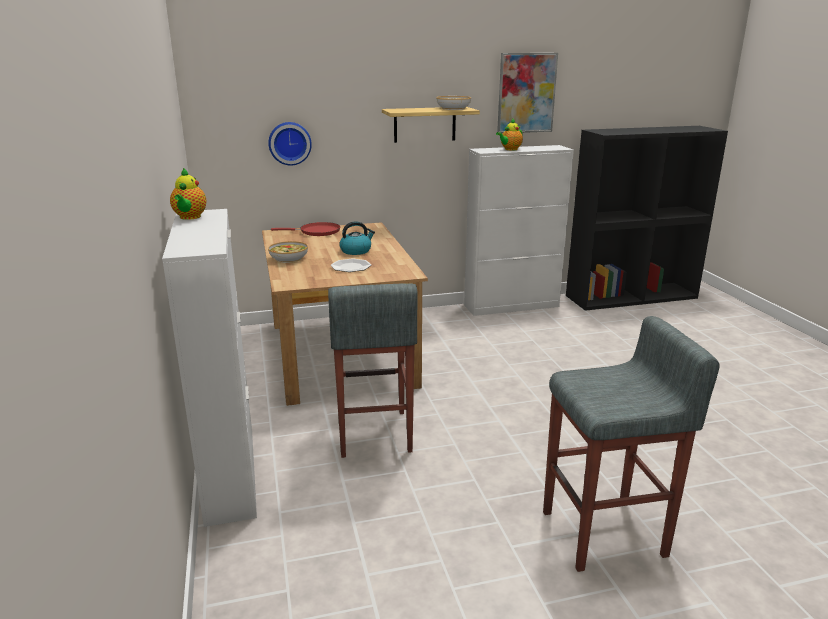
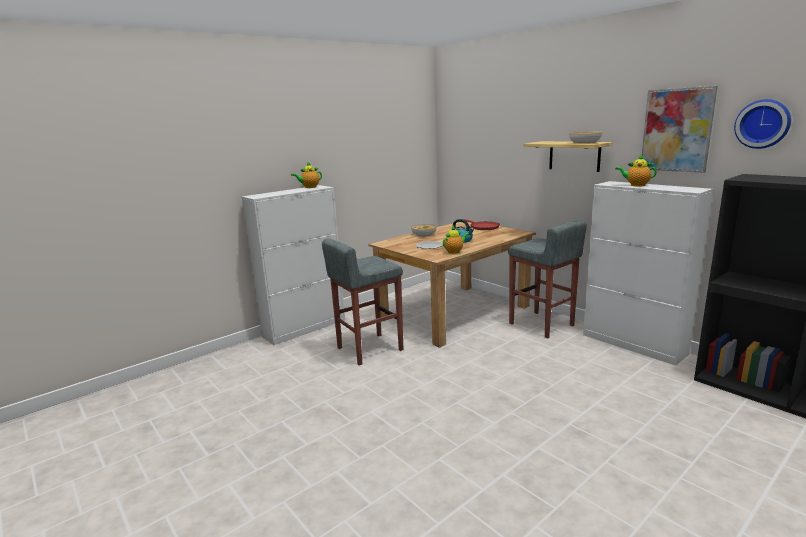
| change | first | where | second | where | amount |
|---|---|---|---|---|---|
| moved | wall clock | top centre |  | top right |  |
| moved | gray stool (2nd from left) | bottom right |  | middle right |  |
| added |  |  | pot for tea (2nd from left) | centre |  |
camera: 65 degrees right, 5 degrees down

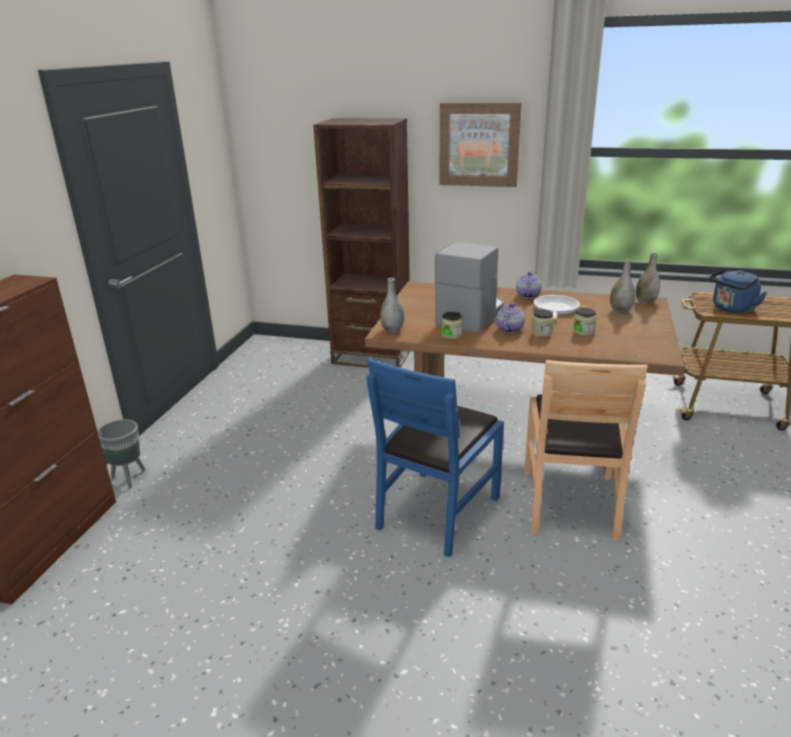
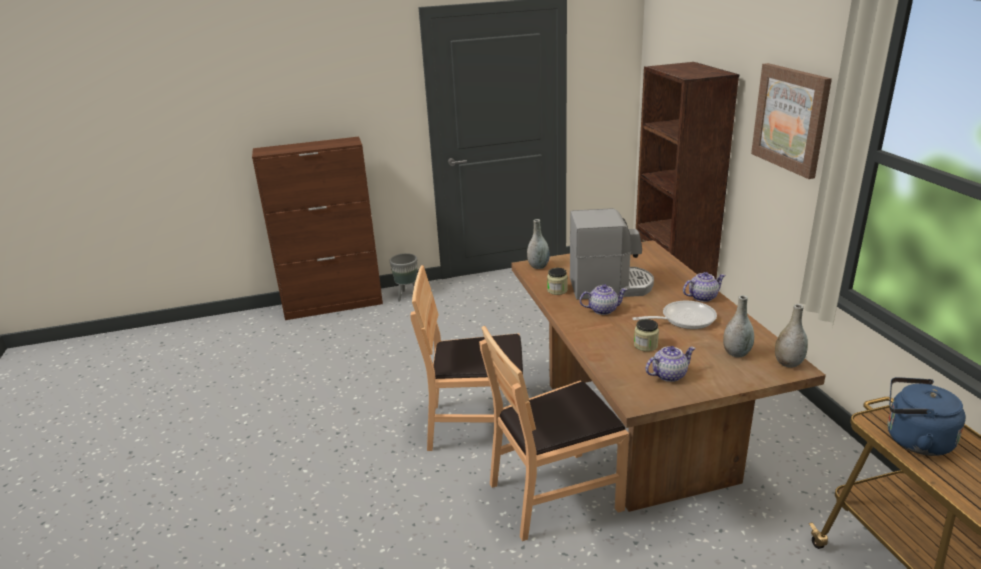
| change | first | where | second | where | amount |
|---|---|---|---|---|---|
| removed | storage jar (2nd from left) | middle right |  |  |  |
| recoloured | blue-coloured upright chair | centre | brown-coloured upright chair (1st from left) | centre |  |
| added |  |  | pot for tea (2nd from left) | middle right |  |
camera: 60 degrees right, 0 degrees up

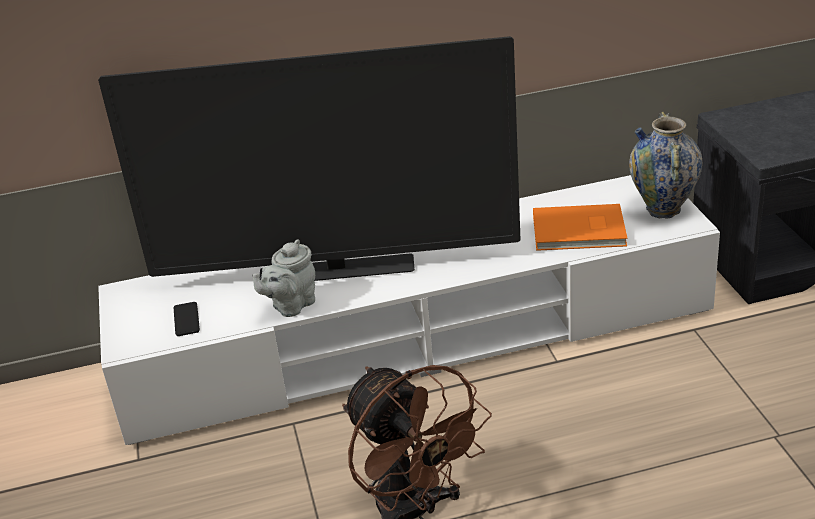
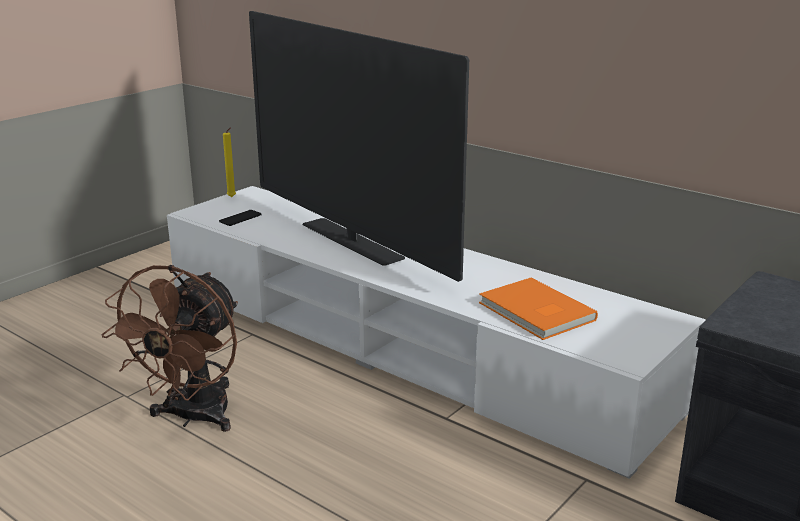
| change | first | where | second | where | amount |
|---|---|---|---|---|---|
| removed | flower vase | top right |  |  |  |
| removed | gray pot for tea | centre |  |  |  |
| added |  |  | yellowish wax light | top left |  |
camera: 50 degrees right, 10 degrees down

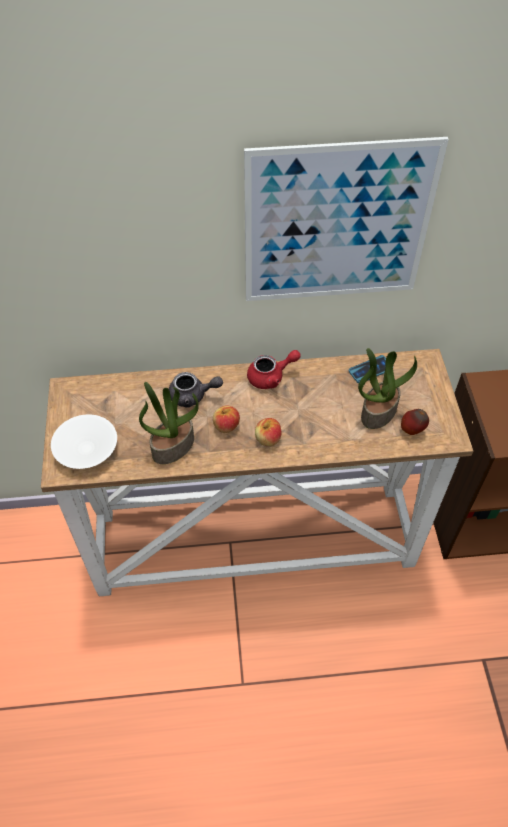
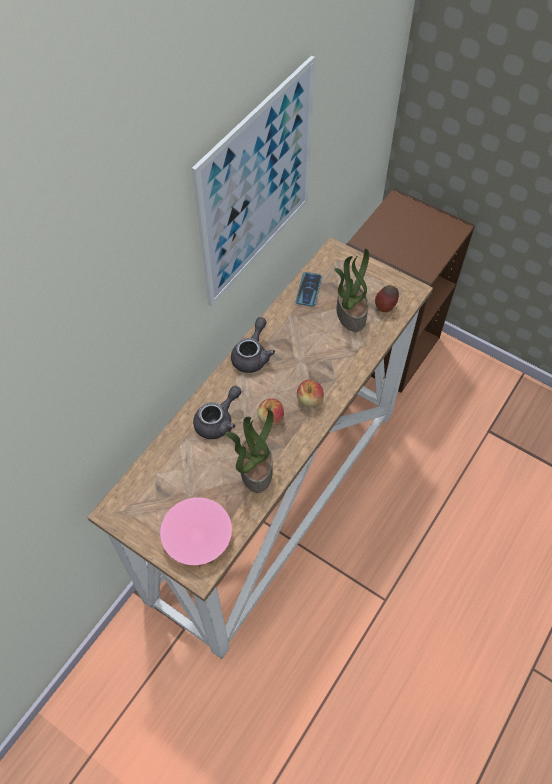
| change | first | where | second | where | amount |
|---|---|---|---|---|---|
| recoloured | reddish pot for tea | centre | gray pot for tea (2nd from left) | centre |  |
| recoloured | white serving bowl | middle left | pink-coloured serving bowl | bottom centre |  |
camera: 50 degrees left, 5 degrees up

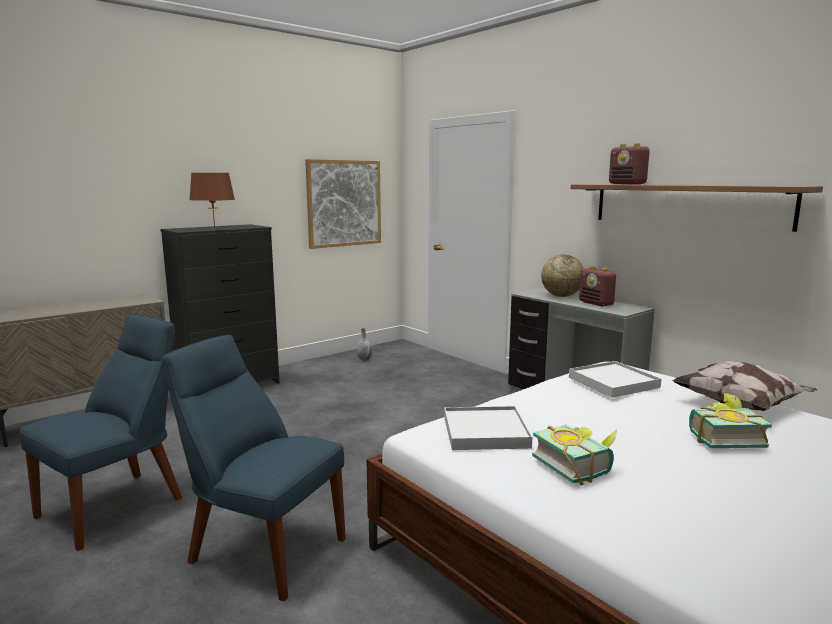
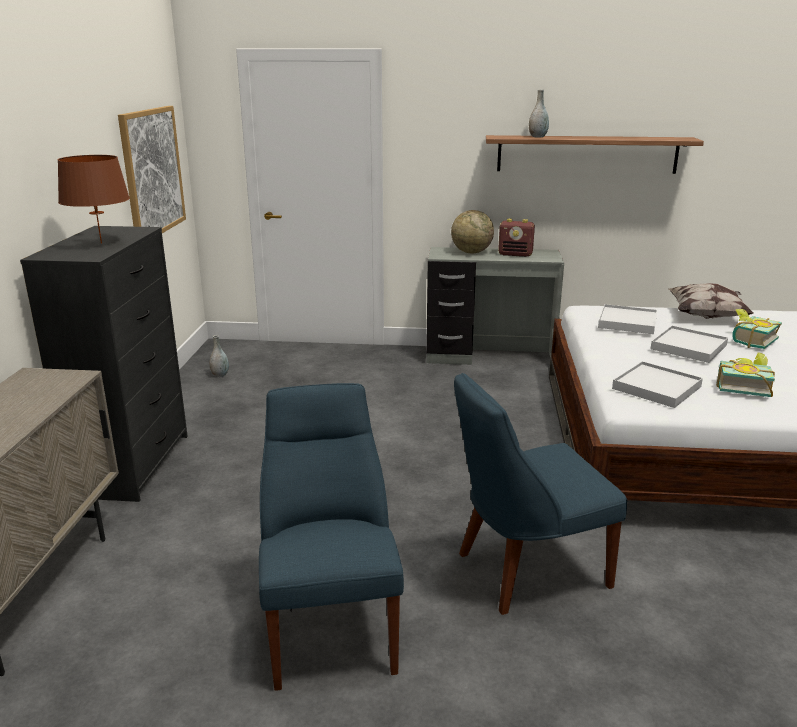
| change | first | where | second | where | amount |
|---|---|---|---|---|---|
| replaced | radio receiver (2nd from left) | top right | gray flower vase (2nd from left) | top right |  |
| added |  |  | white serving tray (3rd from left) | middle right |  |
camera: 45 degrees left, 10 degrees up

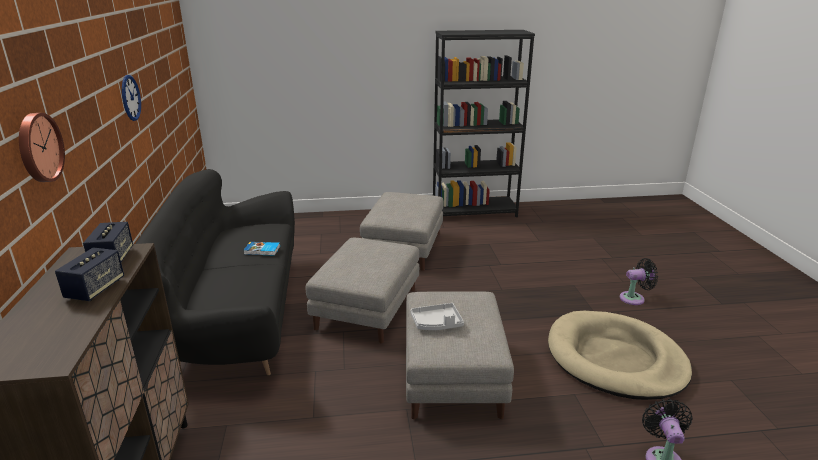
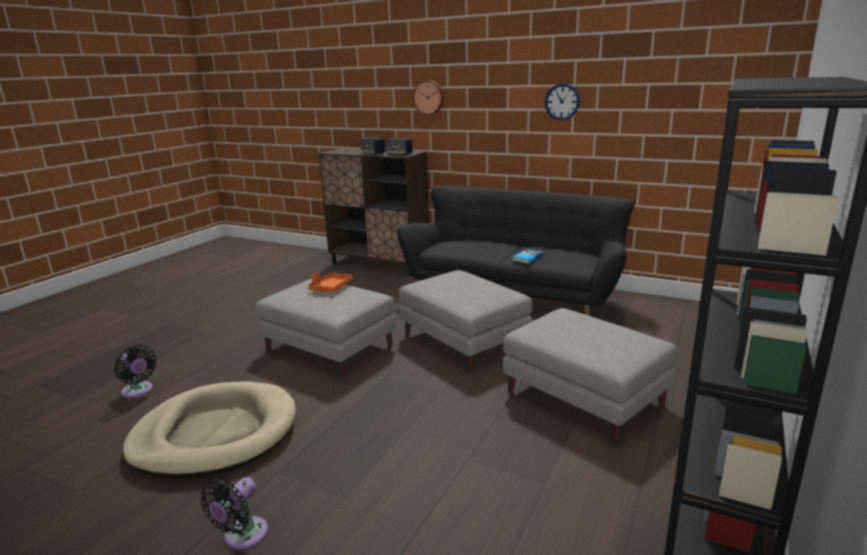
| change | first | where | second | where | amount |
|---|---|---|---|---|---|
| recoloured | gray serving tray | bottom centre | orangey serving tray | centre |  |
camera: 125 degrees right, 5 degrees down

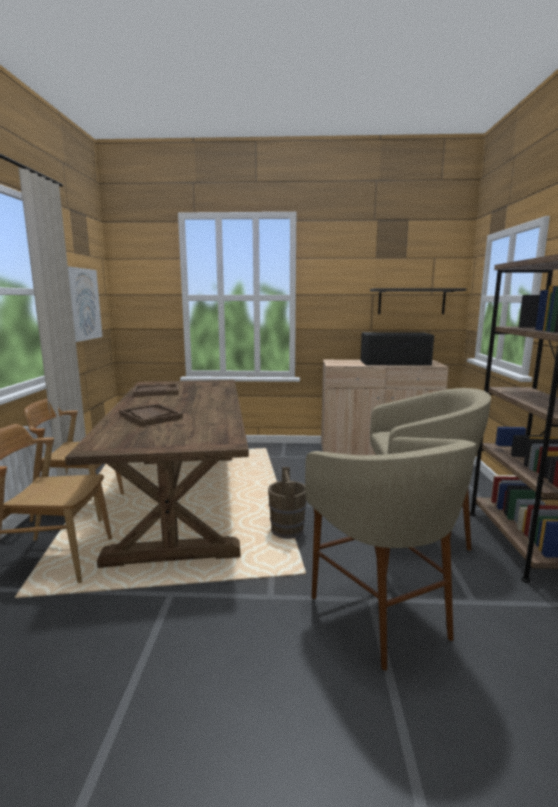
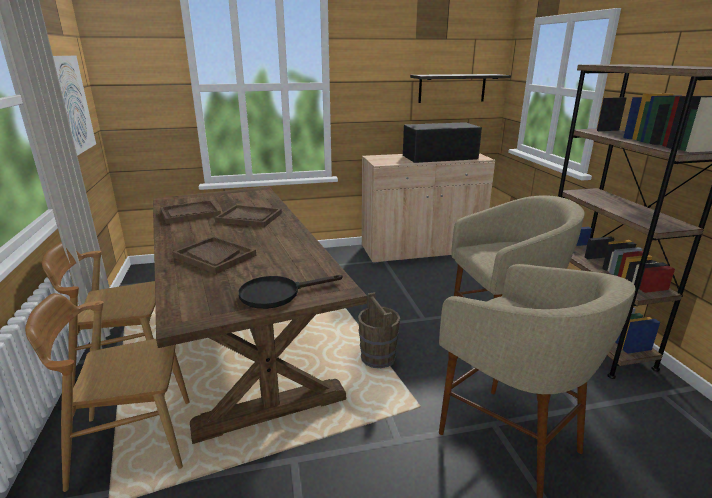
| change | first | where | second | where | amount |
|---|---|---|---|---|---|
| added |  |  | brown-coloured serving tray (3rd from left) | centre |  |
| added |  |  | black skillet | centre |  |
camera: 15 degrees left, 10 degrees up

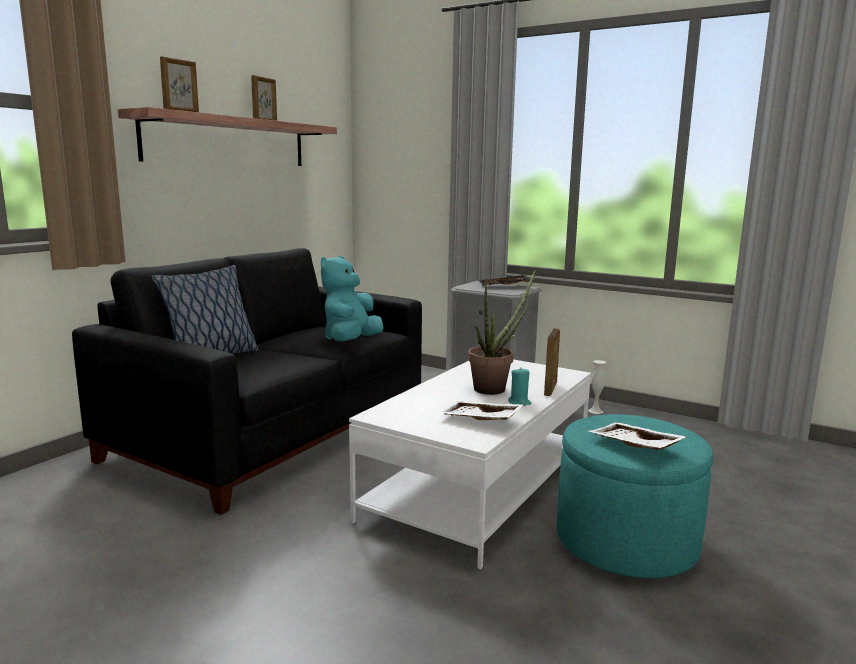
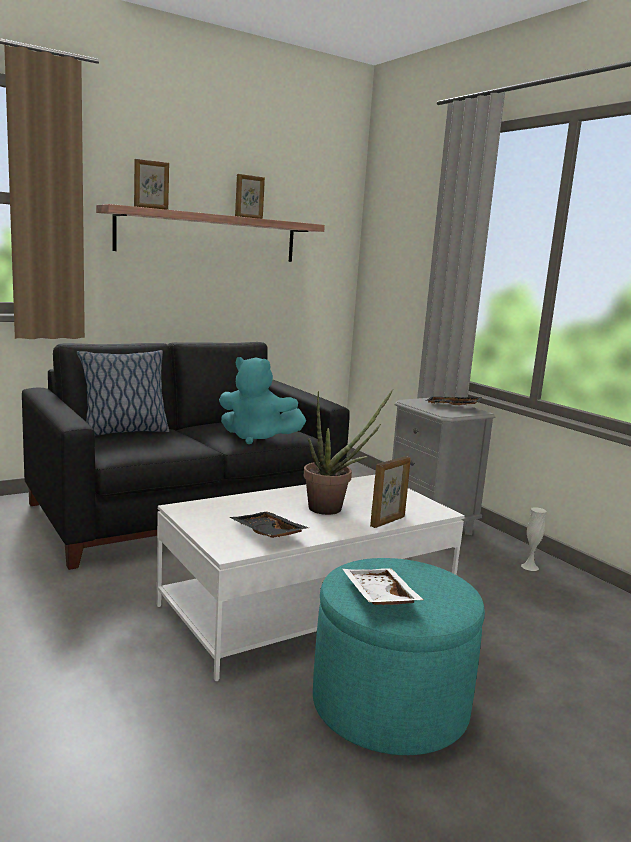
| change | first | where | second | where | amount |
|---|---|---|---|---|---|
| turned | blue-green cuddly toy | centre |  | centre | 120 degrees counterclockwise |
| removed | blue-green wax light | centre |  |  |  |
| recoloured | white serving tray (1st from left) | centre | black serving tray (1st from left) | centre |  |
camera: 25 degrees right, 0 degrees up

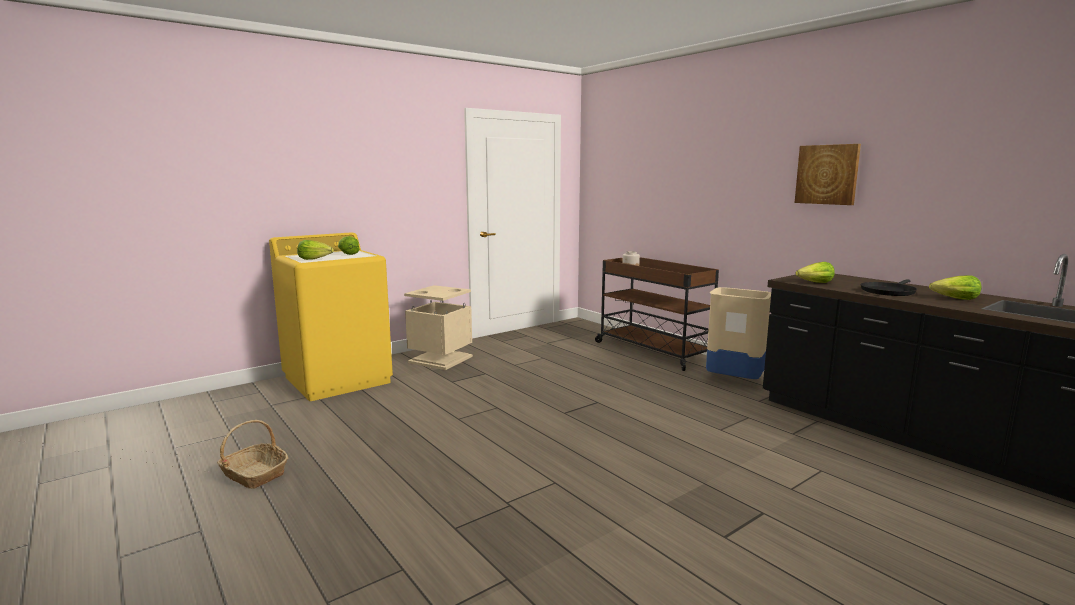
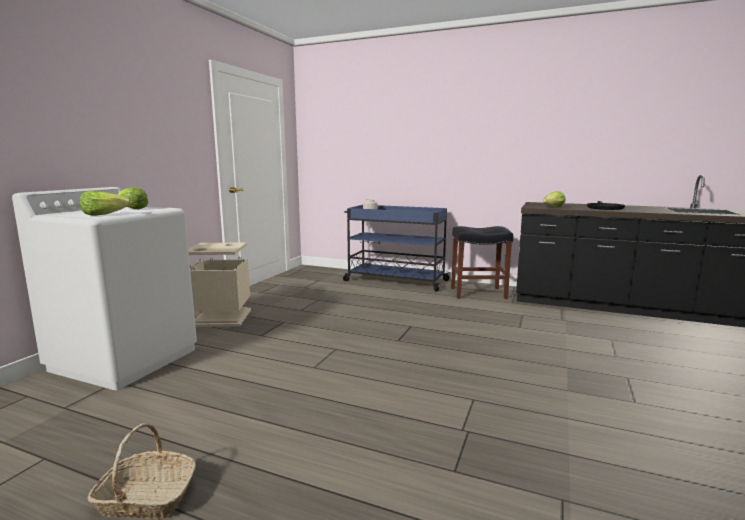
| change | first | where | second | where | amount |
|---|---|---|---|---|---|
| removed | wall art | top right |  |  |  |
| recoloured | yellowish washing machine | middle left | white washing machine | middle left |  |
| recoloured | brown-coloured trolley | centre | blue-coloured trolley | centre |  |
| removed | lettuce (4th from left) | middle right |  |  |  |
| replaced | beige rubbish bin (2nd from left) | middle right | black stool | centre |  |
camera: 30 degrees left, 0 degrees up

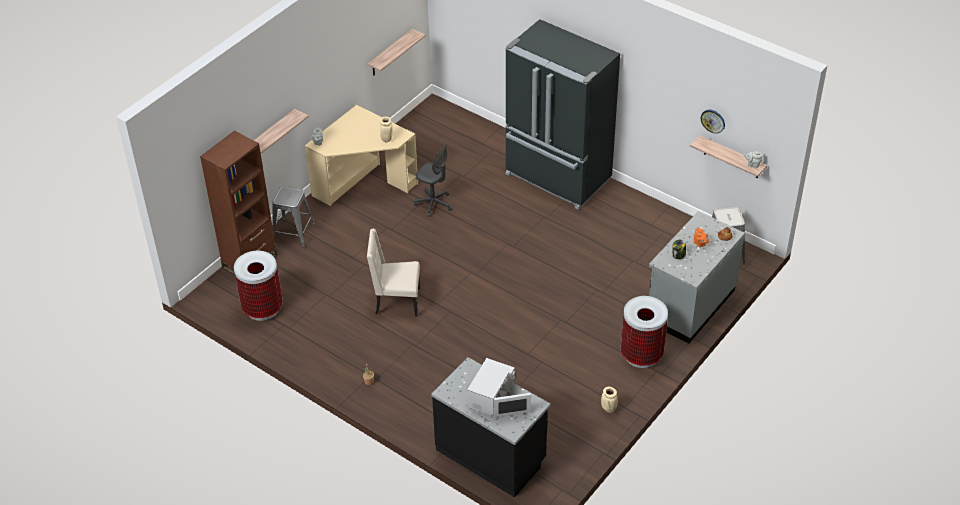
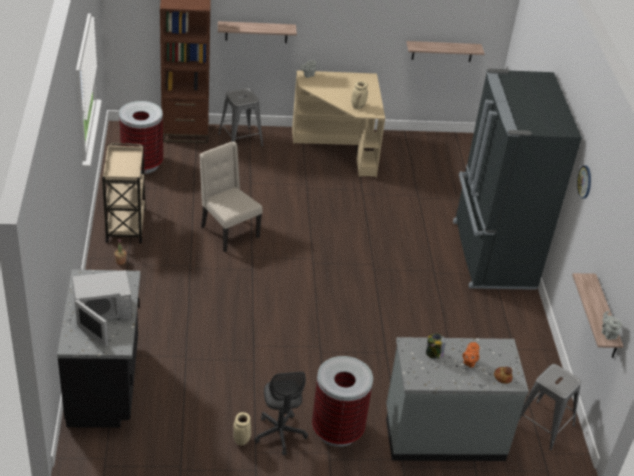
| change | first | where | second | where | amount |
|---|---|---|---|---|---|
| moved | wall clock | top right |  | middle right |  |
| moved | gray computer chair | centre |  | bottom centre |  |
| added |  |  | beige trolley | middle left |  |
camera: 45 degrees right, 5 degrees down

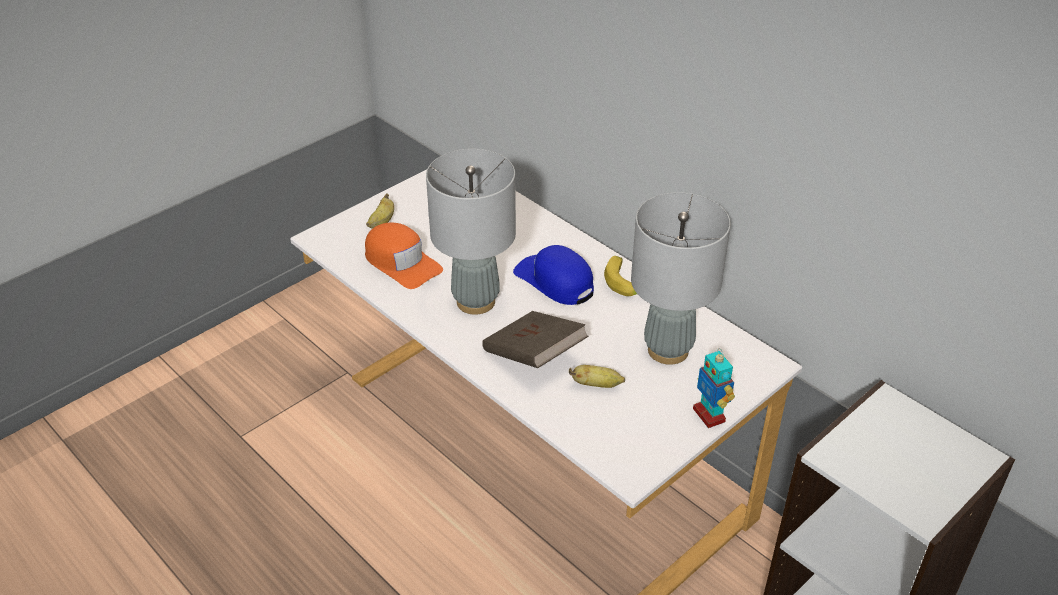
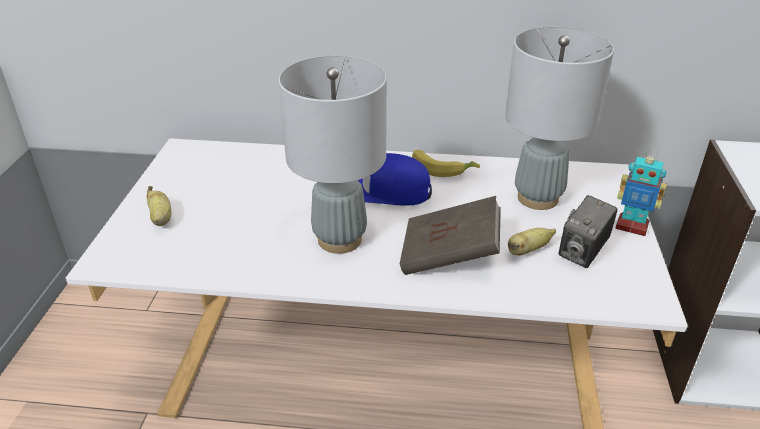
| change | first | where | second | where | amount |
|---|---|---|---|---|---|
| removed | orangey peaked cap | centre |  |  |  |
| added |  |  | photo camera | middle right |  |
camera: 40 degrees left, 5 degrees down

